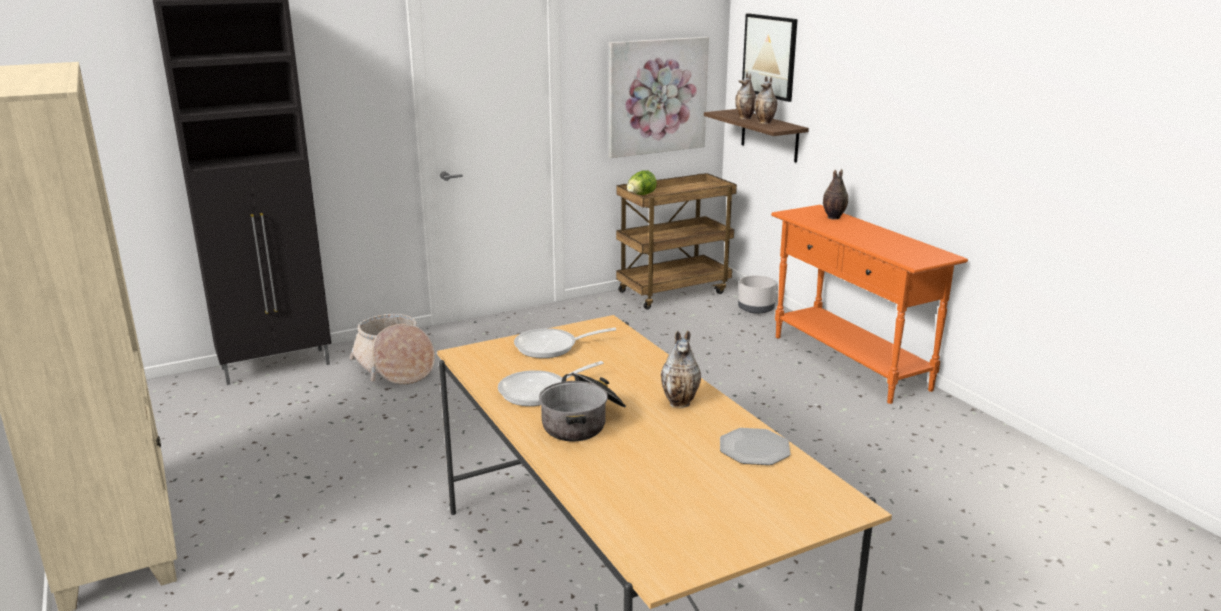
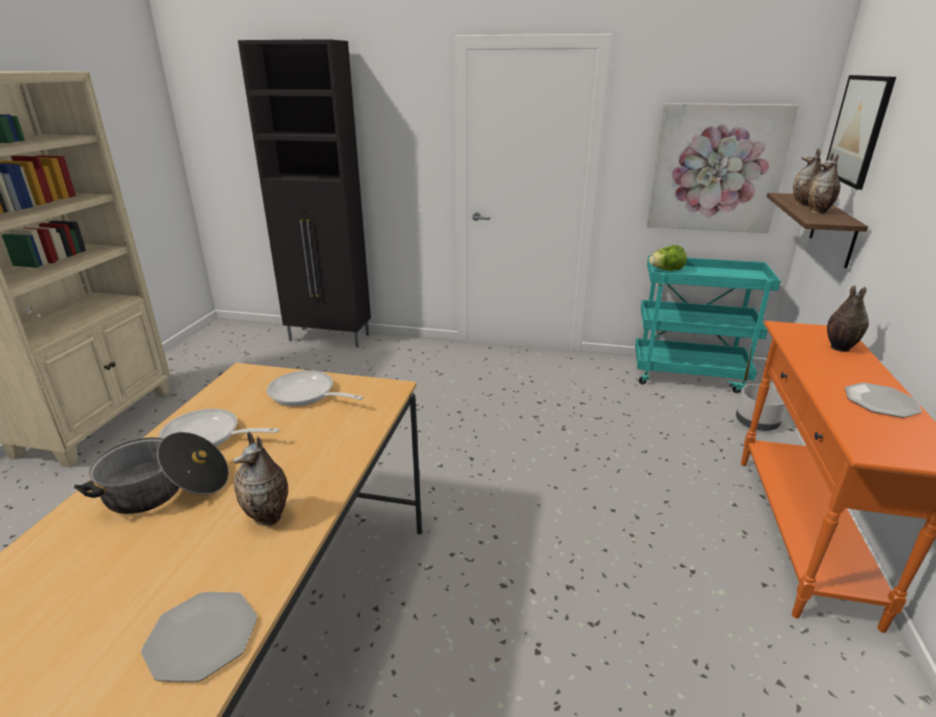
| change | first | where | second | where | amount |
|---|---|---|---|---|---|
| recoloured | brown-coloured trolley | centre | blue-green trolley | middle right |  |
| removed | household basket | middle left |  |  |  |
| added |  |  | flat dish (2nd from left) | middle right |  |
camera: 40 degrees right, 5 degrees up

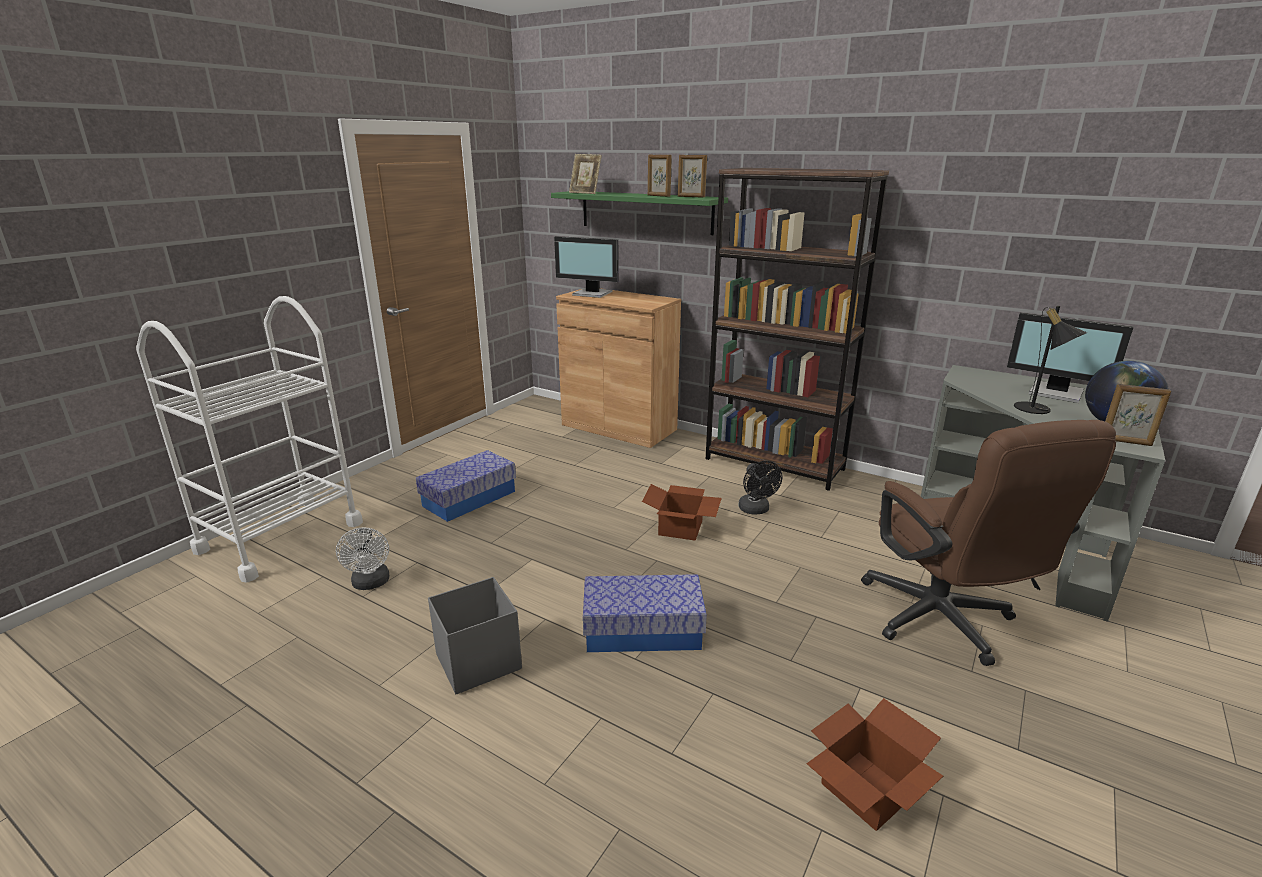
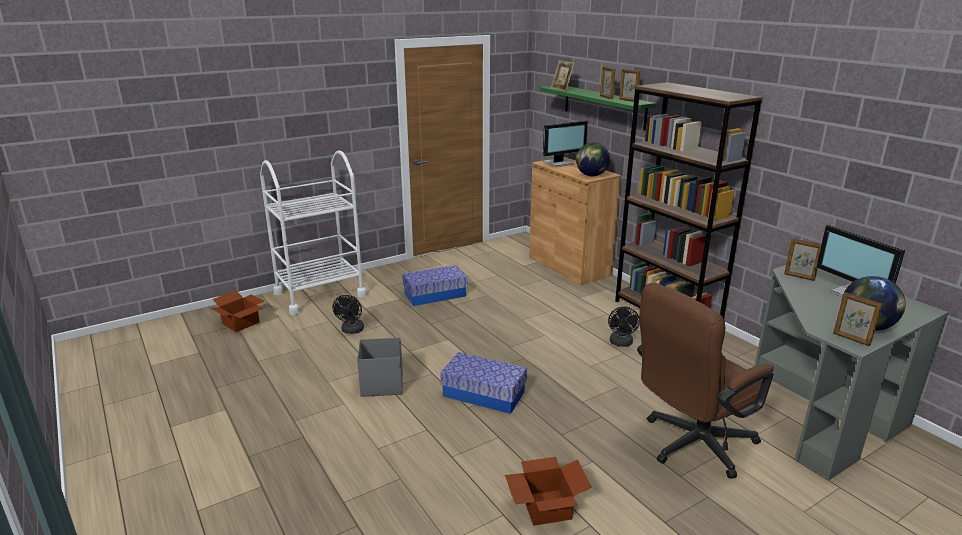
| change | first | where | second | where | amount |
|---|---|---|---|---|---|
| turned | computer screen (1st from left) | top centre |  | top centre | 75 degrees counterclockwise |
| removed | black table lamp | middle right |  |  |  |
| turned | brown-coloured computer chair | middle right |  | bottom right | 45 degrees clockwise |
| moved | packing box (1st from left) | centre |  | middle left |  |
| recoloured | white cooling fan | middle left | black cooling fan (1st from left) | centre |  |
| added |  |  | desk globe (1st from left) | top centre |  |
| added |  |  | picture frame (4th from left) | middle right |  |
camera: 25 degrees right, 0 degrees up

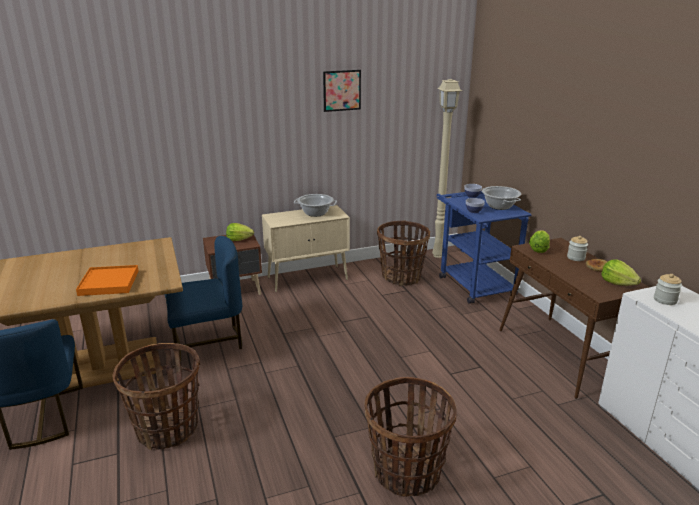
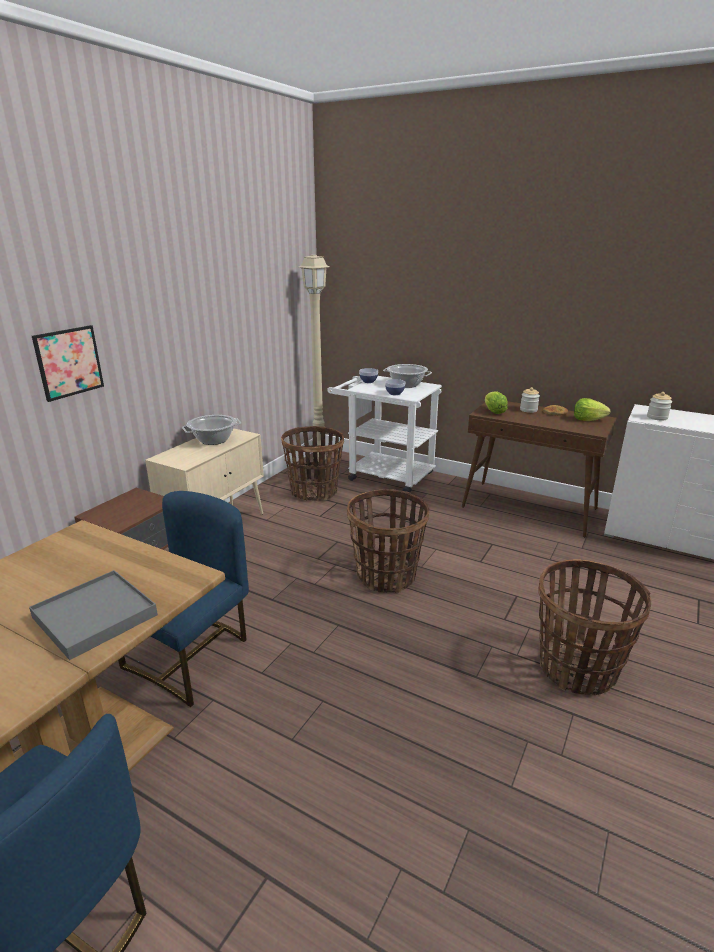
| change | first | where | second | where | amount |
|---|---|---|---|---|---|
| moved | wall art | top centre |  | middle left |  |
| recoloured | blue-coloured trolley | middle right | white trolley | centre |  |
| removed | lettuce (1st from left) | centre |  |  |  |
| recoloured | orangey serving tray | middle left | gray serving tray | middle left |  |
| moved | household basket (1st from left in the first image) | bottom left | household basket (2nd from left) | centre |  |
camera: 40 degrees left, 0 degrees up

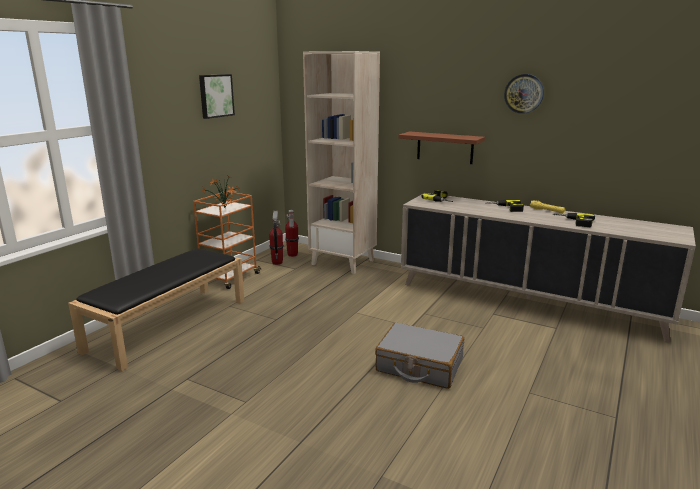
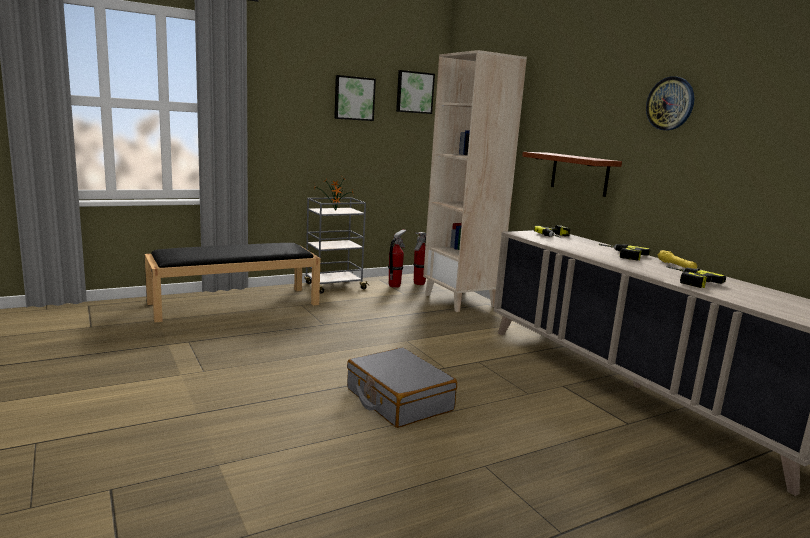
| change | first | where | second | where | amount |
|---|---|---|---|---|---|
| recoloured | orangey trolley | middle left | gray trolley | centre |  |
| added |  |  | wall art (2nd from left) | top centre |  |
camera: 30 degrees right, 5 degrees down

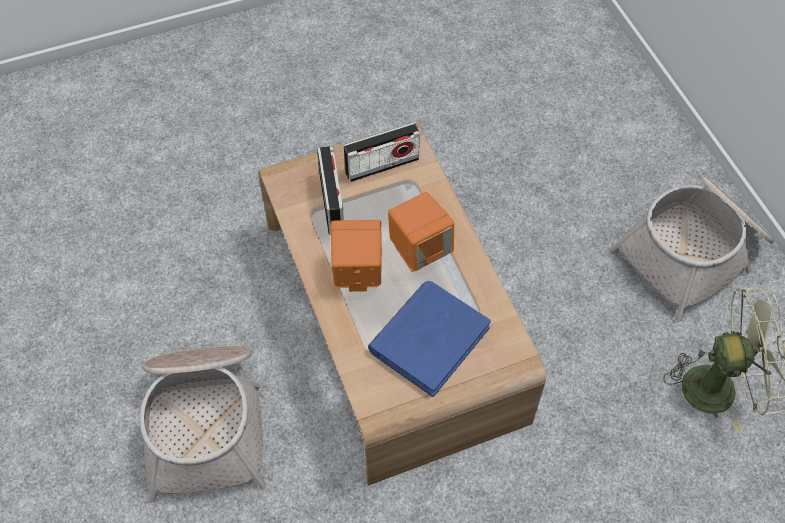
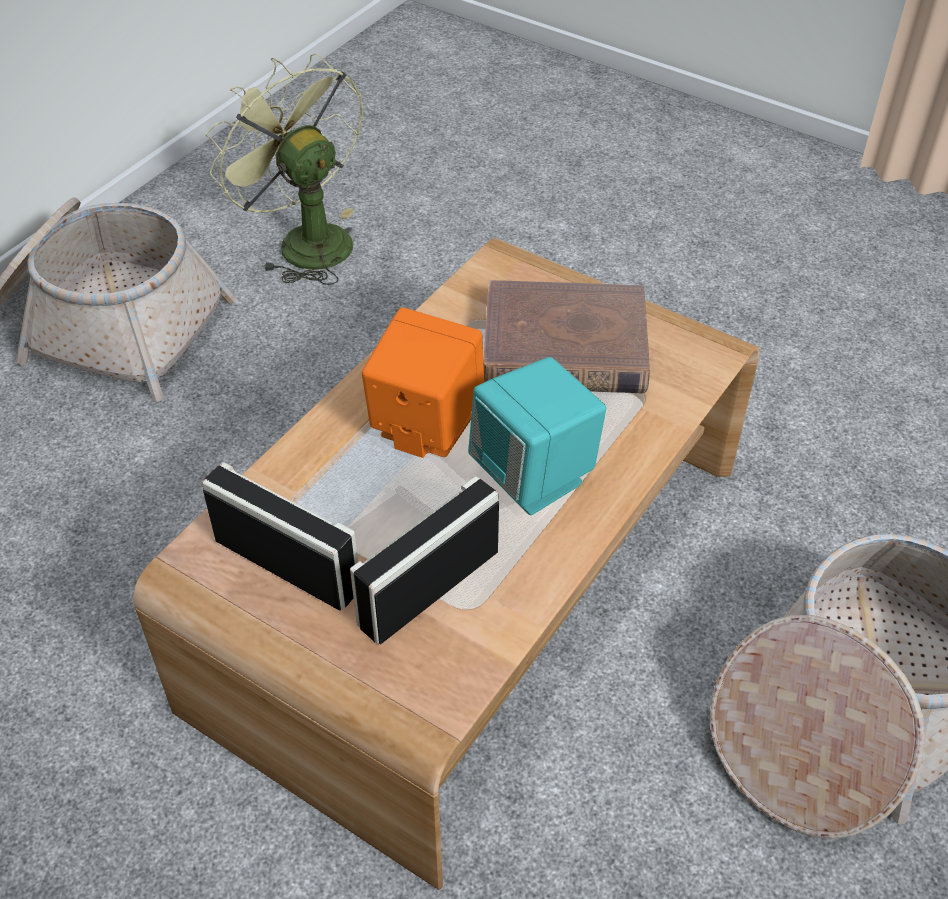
| change | first | where | second | where | amount |
|---|---|---|---|---|---|
| recoloured | orangey loudspeaker (1st from left) | centre | blue-green loudspeaker | centre |  |
| recoloured | blue-coloured volume | centre | brown-coloured volume | centre |  |
camera: 125 degrees left, 10 degrees down

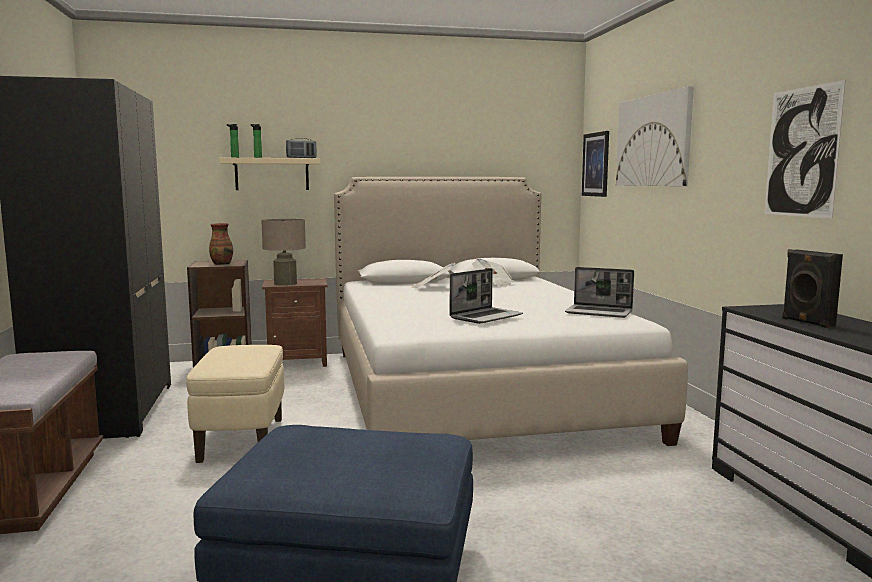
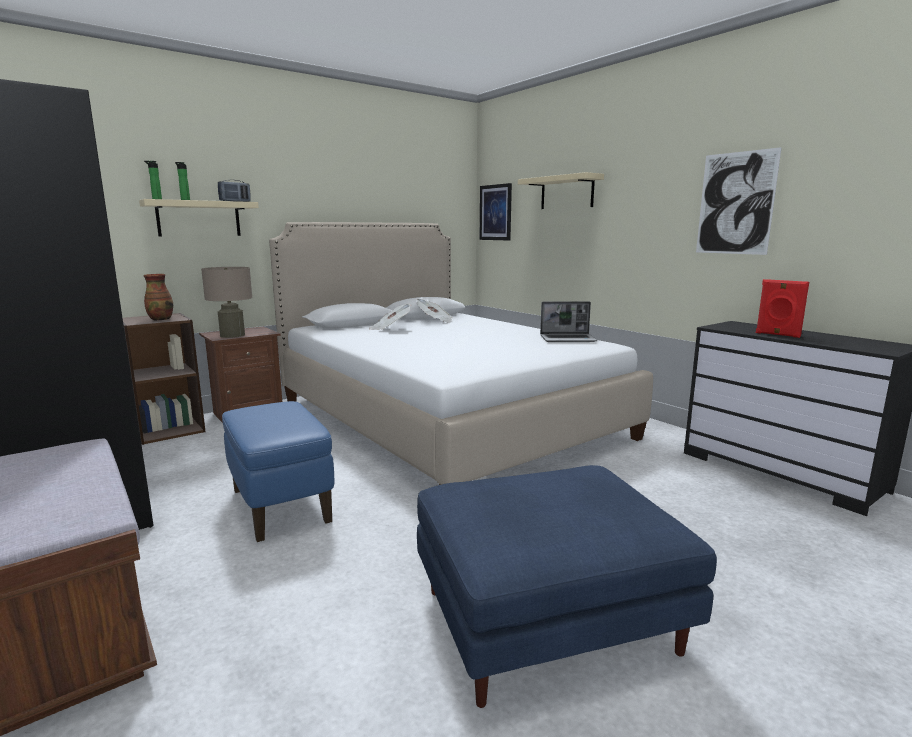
| change | first | where | second | where | amount |
|---|---|---|---|---|---|
| replaced | wall art (2nd from left) | top right | beige bracket shelf (2nd from left) | top centre |  |
| recoloured | black loudspeaker | middle right | reddish loudspeaker | middle right |  |
| removed | laptop (1st from left) | centre |  |  |  |
| recoloured | beige pouffe | bottom left | blue-coloured pouffe (1st from left) | middle left |  |
camera: 25 degrees left, 5 degrees up

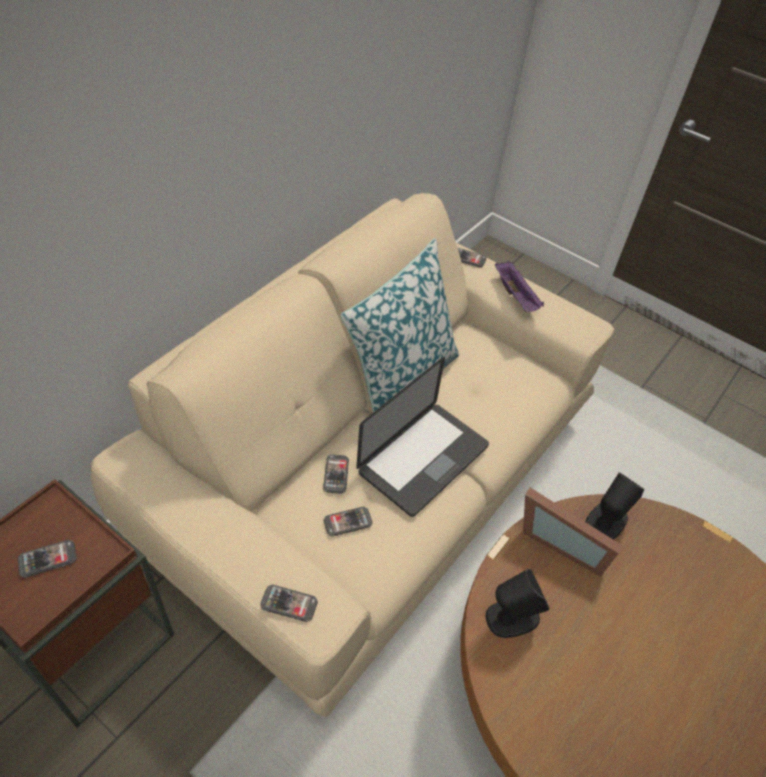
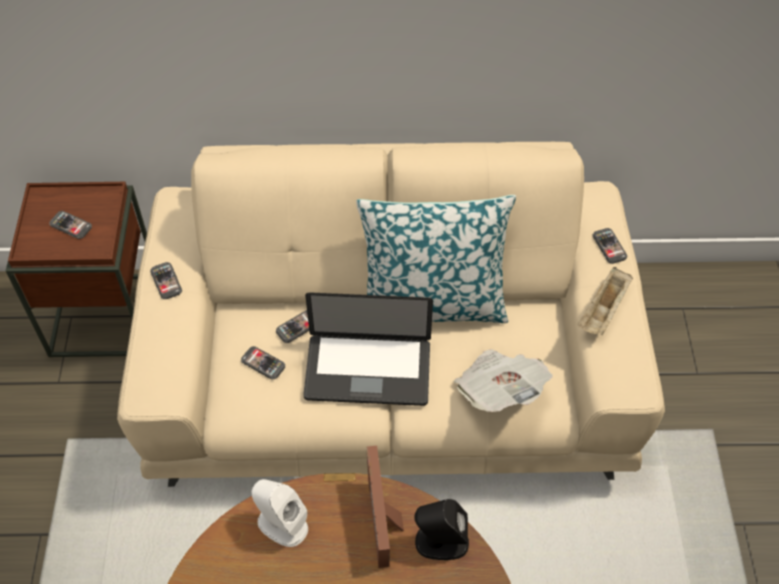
| change | first | where | second | where | amount |
|---|---|---|---|---|---|
| recoloured | purple-coloured serving tray | middle right | beige serving tray | middle right |  |
| recoloured | black loudspeaker (1st from left) | bottom right | white loudspeaker | bottom centre |  |
| moved | telephone (2nd from left) | bottom centre |  | middle left |  |
| added |  |  | daily paper | centre |  |
camera: 55 degrees right, 5 degrees up

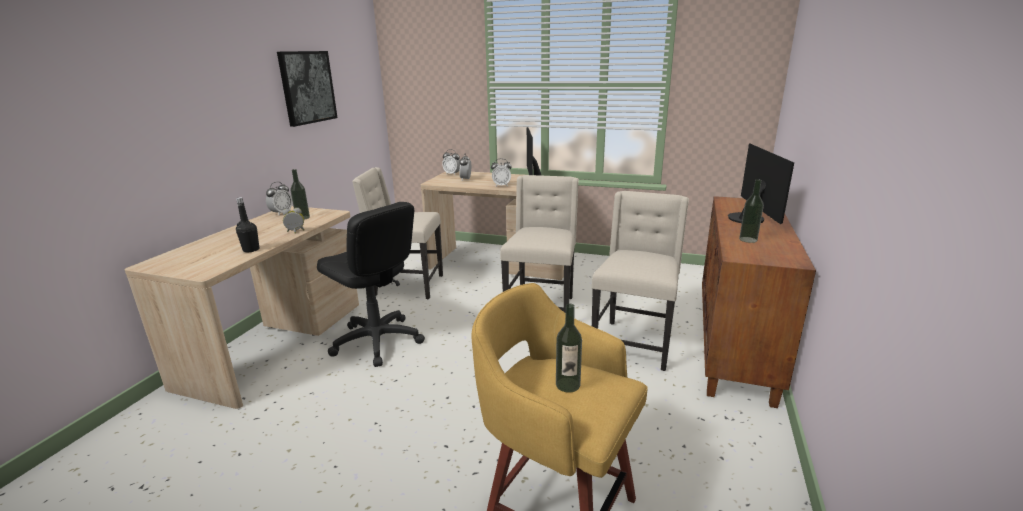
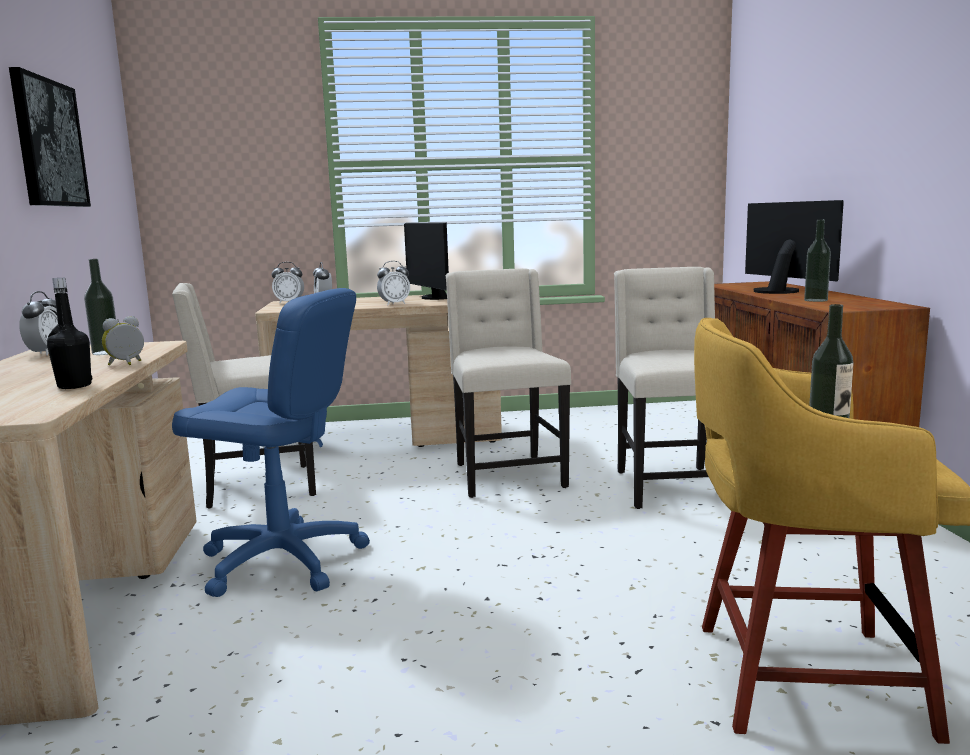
| change | first | where | second | where | amount |
|---|---|---|---|---|---|
| recoloured | black computer chair | centre | blue-coloured computer chair | middle left |  |
camera: 25 degrees left, 10 degrees down

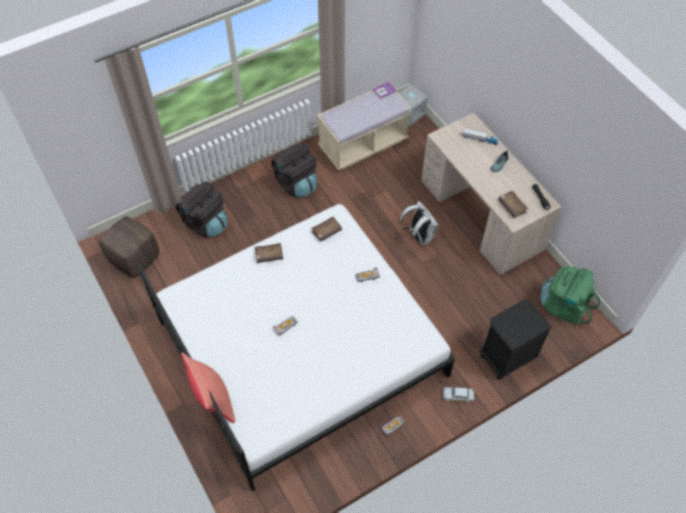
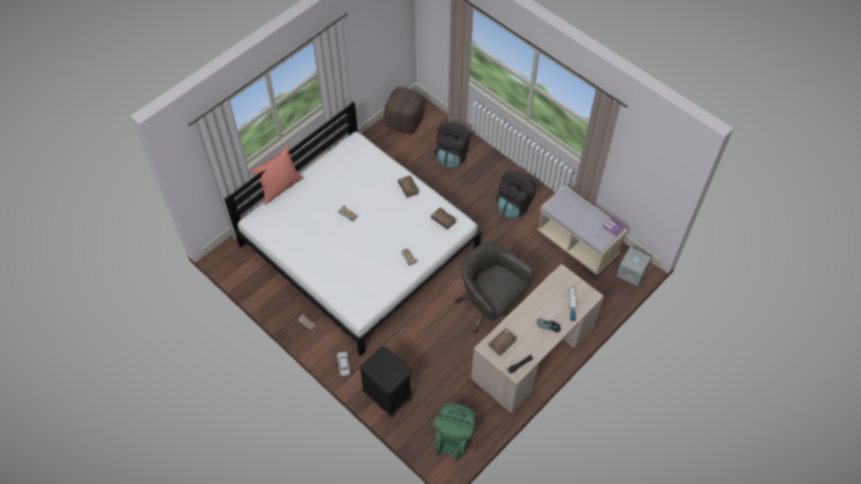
| change | first | where | second | where | amount |
|---|---|---|---|---|---|
| replaced | white rucksack | centre | gray computer chair | centre |  |
camera: 75 degrees right, 0 degrees up

